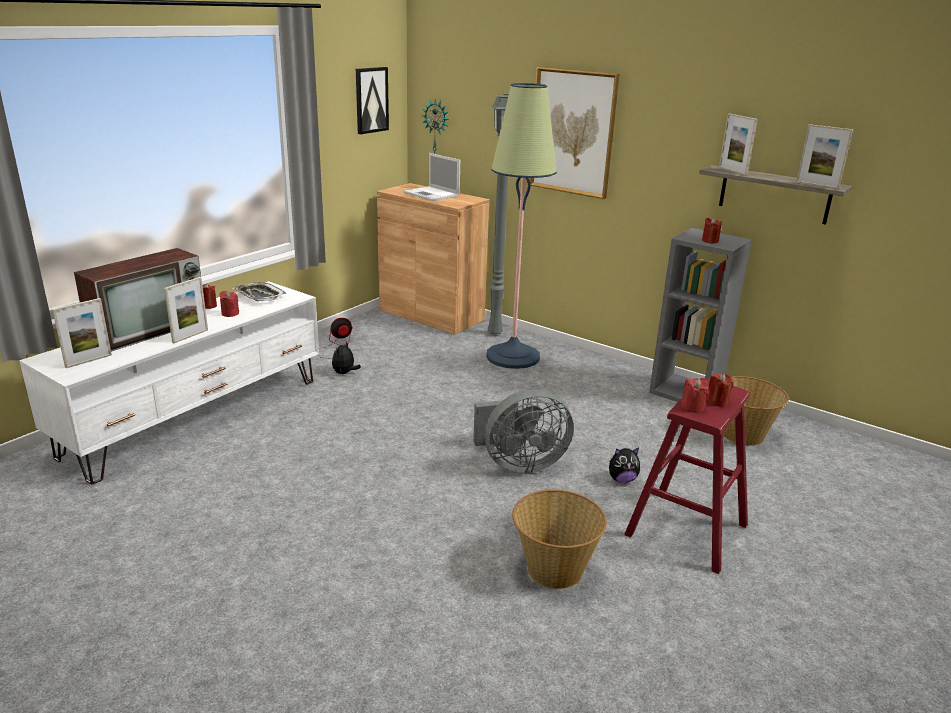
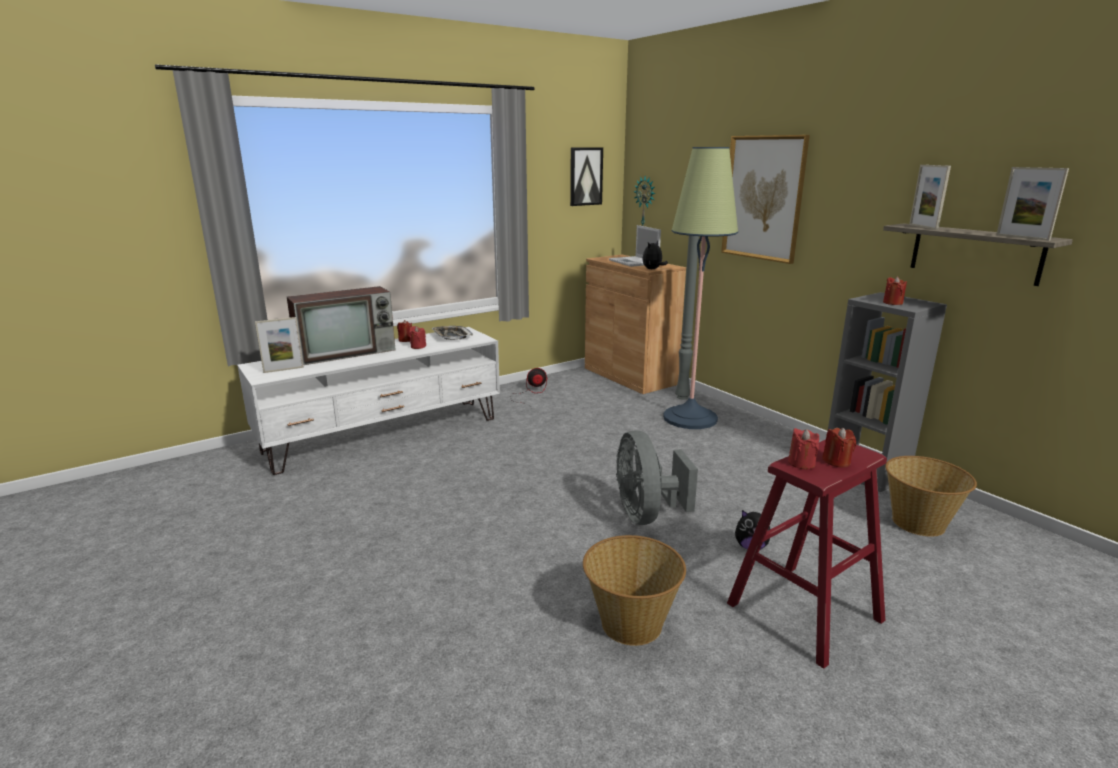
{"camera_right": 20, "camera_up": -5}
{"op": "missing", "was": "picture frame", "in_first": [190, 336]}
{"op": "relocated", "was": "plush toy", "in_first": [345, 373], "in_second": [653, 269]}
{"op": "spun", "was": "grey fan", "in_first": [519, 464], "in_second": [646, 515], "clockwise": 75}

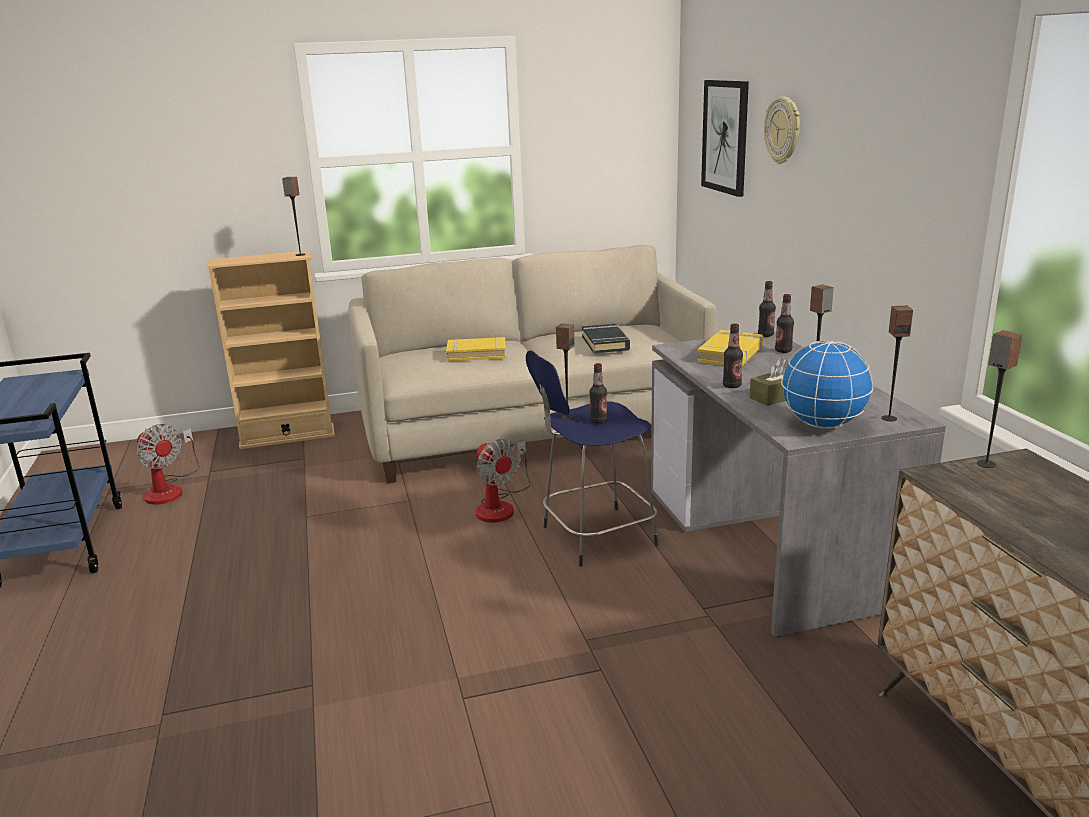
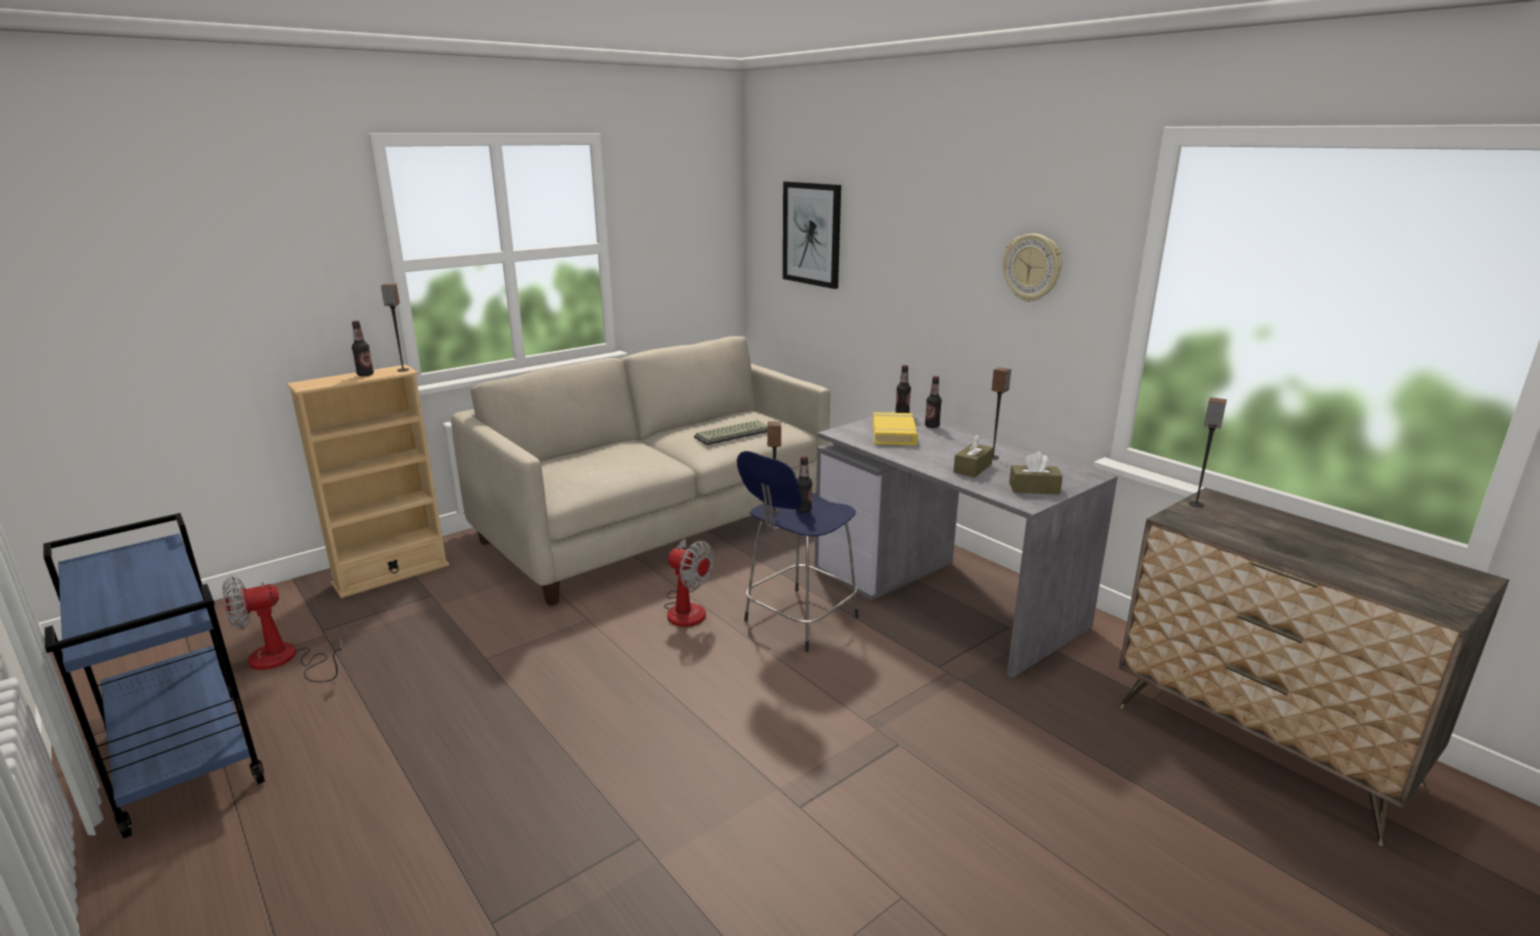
{"camera_right": -25, "camera_up": 0}
{"op": "spun", "was": "fan", "in_first": [169, 489], "in_second": [284, 661], "clockwise": 135}
{"op": "missing", "was": "yellow book", "in_first": [476, 354]}
{"op": "exchanged", "was": "black book", "now": "keyboard", "in_first": [605, 343], "in_second": [733, 433]}
{"op": "relocated", "was": "bottle", "in_first": [732, 386], "in_second": [365, 374]}
{"op": "relocated", "was": "wall clock", "in_first": [783, 130], "in_second": [1032, 267]}
{"op": "exchanged", "was": "globe", "now": "brown tissue box", "in_first": [822, 425], "in_second": [1034, 488]}
{"op": "missing", "was": "speaker", "in_first": [889, 418]}

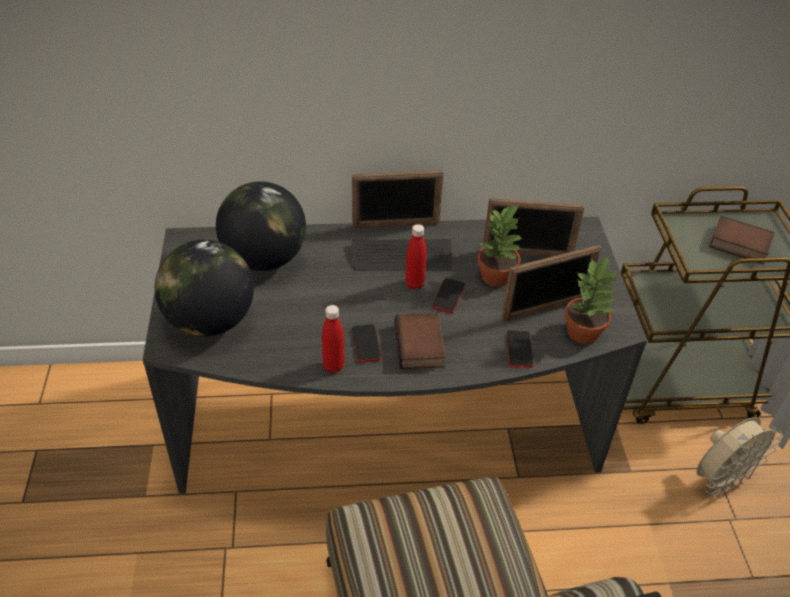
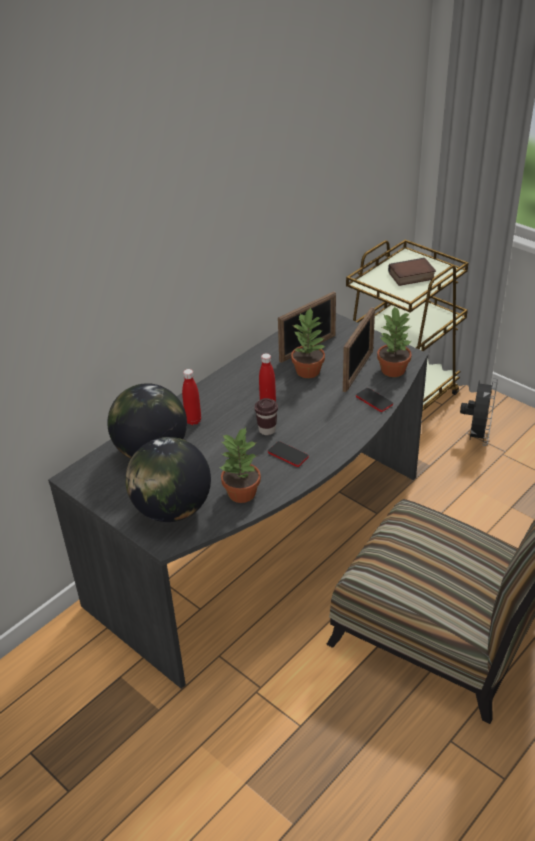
{"camera_right": -40, "camera_up": -5}
{"op": "relocated", "was": "red bottle", "in_first": [333, 366], "in_second": [193, 421]}
{"op": "missing", "was": "picture frame", "in_first": [396, 224]}
{"op": "missing", "was": "keyboard", "in_first": [401, 257]}
{"op": "missing", "was": "book", "in_first": [421, 346]}
{"op": "missing", "was": "phone", "in_first": [448, 296]}
{"op": "colour", "was": "beige fan", "now": "black fan", "in_first": [721, 480], "in_second": [477, 437]}
{"op": "appeared", "now": "potted plant", "in_second": [241, 493]}
{"op": "appeared", "now": "brown cup", "in_second": [267, 430]}

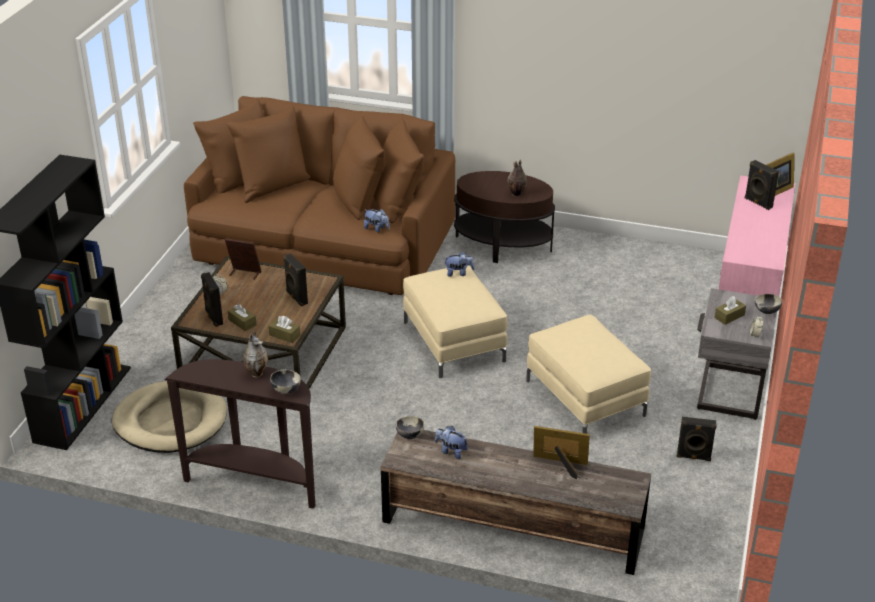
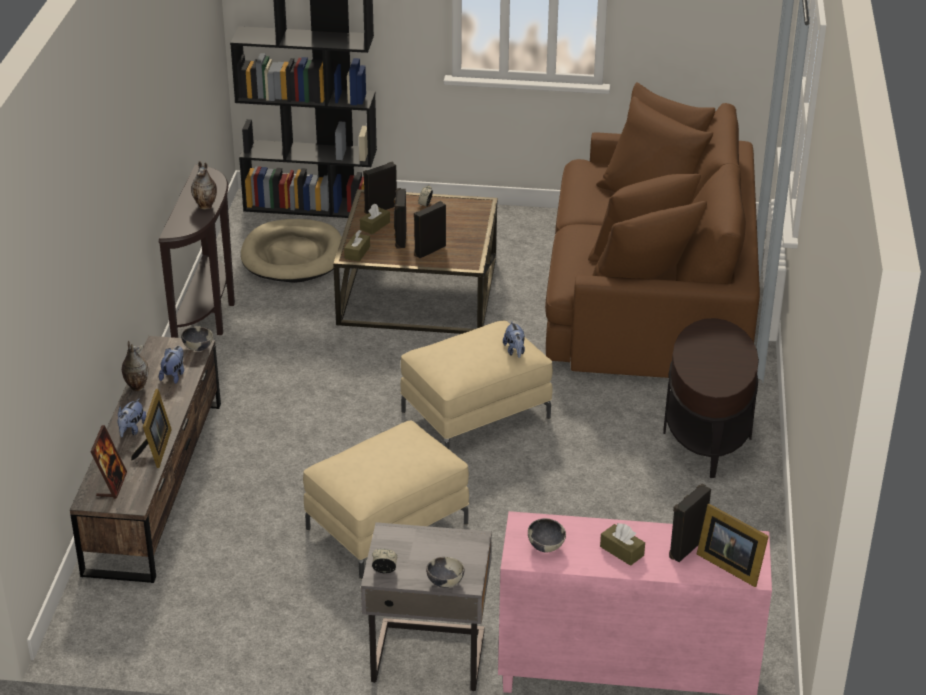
{"camera_right": 80, "camera_up": 0}
{"op": "relocated", "was": "picture frame", "in_first": [245, 273], "in_second": [111, 485]}
{"op": "relocated", "was": "bowl", "in_first": [285, 390], "in_second": [546, 546]}
{"op": "relocated", "was": "plush toy", "in_first": [376, 229], "in_second": [132, 430]}
{"op": "relocated", "was": "vase", "in_first": [516, 194], "in_second": [136, 386]}
{"op": "relocated", "was": "black speaker", "in_first": [693, 457], "in_second": [400, 239]}
{"op": "relocated", "was": "brown tissue box", "in_first": [729, 316], "in_second": [622, 551]}

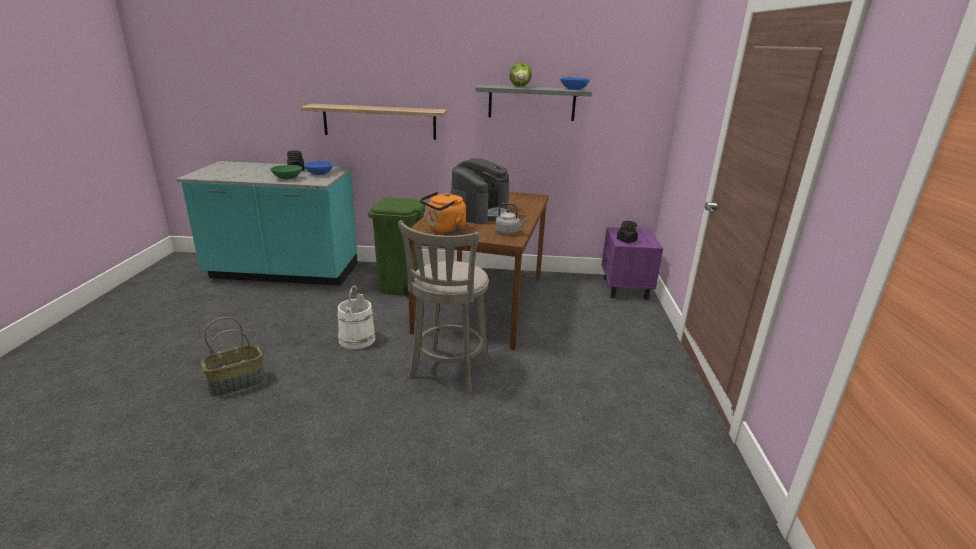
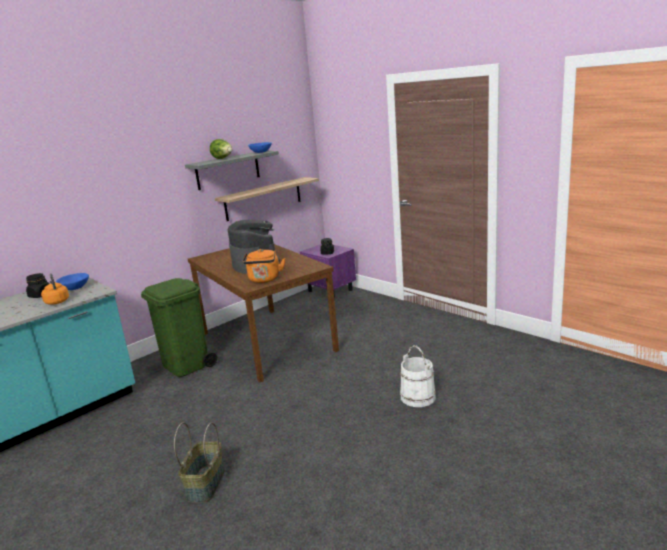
{"camera_right": -45, "camera_up": -5}
{"op": "exchanged", "was": "green bowl", "now": "orange kettle", "in_first": [287, 178], "in_second": [57, 301]}
{"op": "relocated", "was": "shelf", "in_first": [379, 122], "in_second": [263, 198]}
{"op": "relocated", "was": "white bucket", "in_first": [357, 339], "in_second": [418, 397]}
{"op": "missing", "was": "grey stool", "in_first": [448, 372]}
{"op": "missing", "was": "grey kettle", "in_first": [508, 232]}

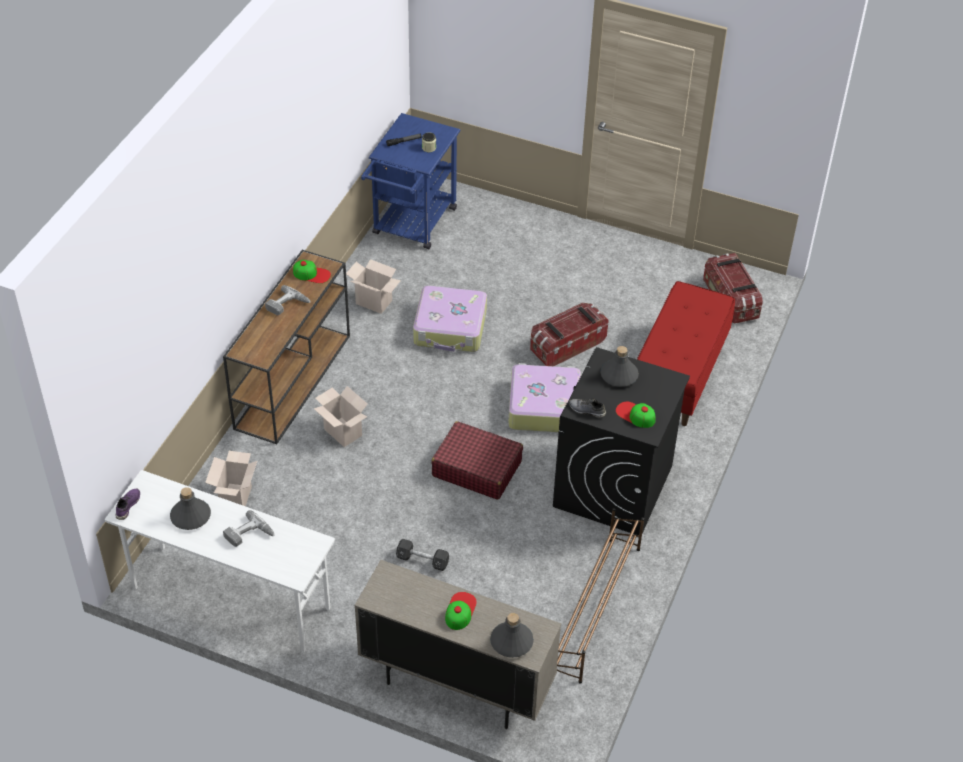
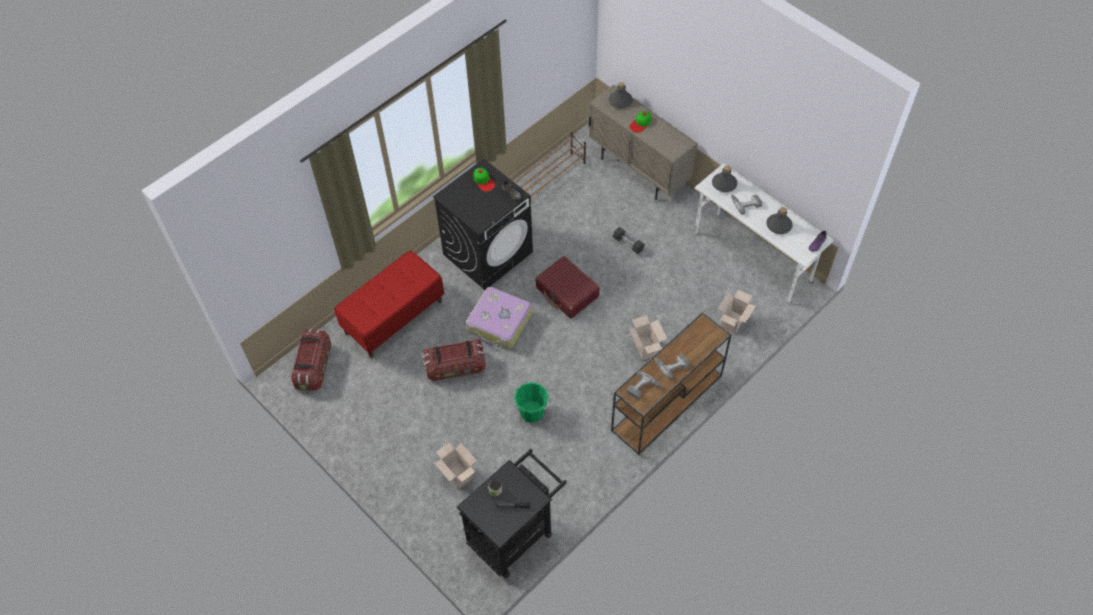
{"camera_right": -155, "camera_up": 10}
{"op": "exchanged", "was": "cap", "now": "power drill", "in_first": [312, 274], "in_second": [643, 389]}
{"op": "relocated", "was": "cardboard box", "in_first": [375, 302], "in_second": [457, 474]}
{"op": "colour", "was": "blue cart", "now": "black cart", "in_first": [411, 226], "in_second": [515, 532]}
{"op": "exchanged", "was": "suitcase", "now": "green bucket", "in_first": [450, 328], "in_second": [532, 412]}
{"op": "relocated", "was": "grey bottle", "in_first": [619, 375], "in_second": [724, 184]}

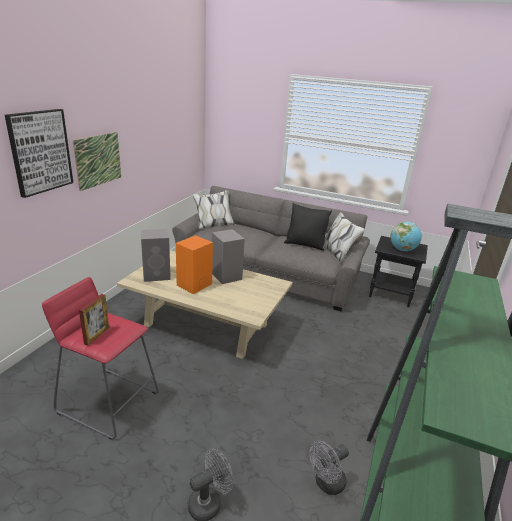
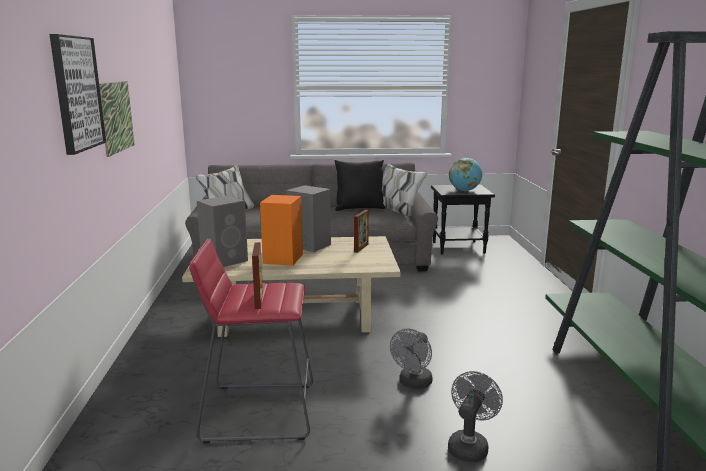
{"camera_right": -25, "camera_up": -10}
{"op": "relocated", "was": "grey fan", "in_first": [326, 484], "in_second": [413, 384]}
{"op": "appeared", "now": "picture frame", "in_second": [361, 248]}

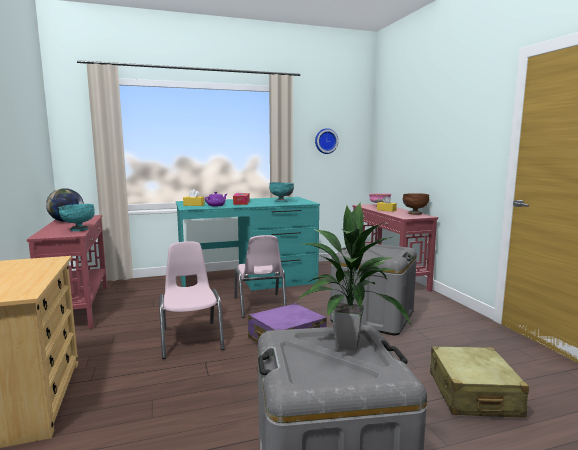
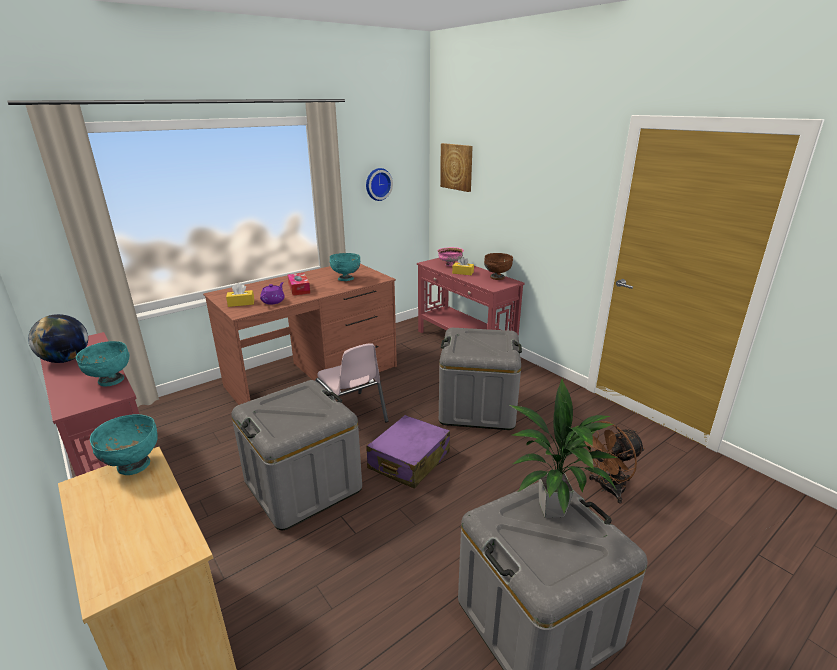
{"camera_right": -20, "camera_up": 15}
{"op": "exchanged", "was": "pink chair", "now": "grey storage box", "in_first": [191, 339], "in_second": [303, 485]}
{"op": "colour", "was": "turquoise desk", "now": "brown desk", "in_first": [248, 281], "in_second": [313, 376]}
{"op": "exchanged", "was": "beige suitcase", "now": "brown fan", "in_first": [473, 394], "in_second": [606, 489]}
{"op": "appeared", "now": "turquoise bowl", "in_second": [133, 466]}
{"op": "appeared", "now": "picture", "in_second": [457, 167]}

